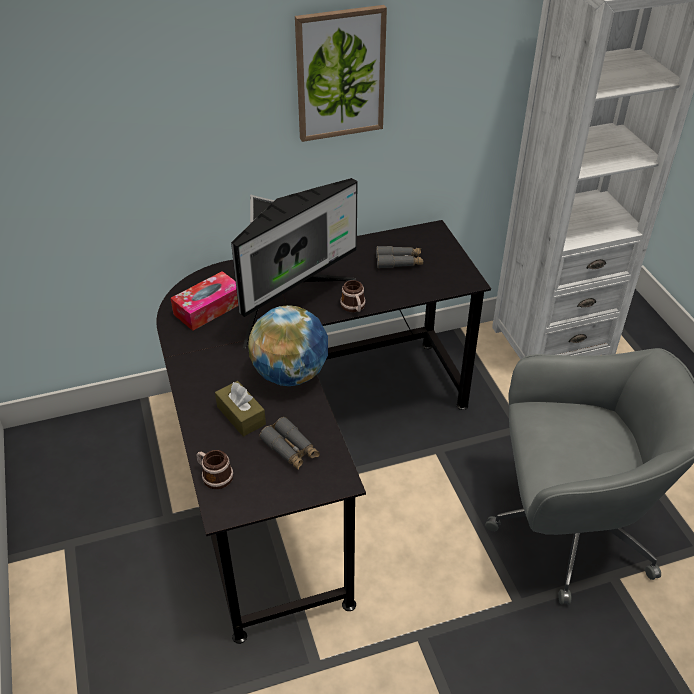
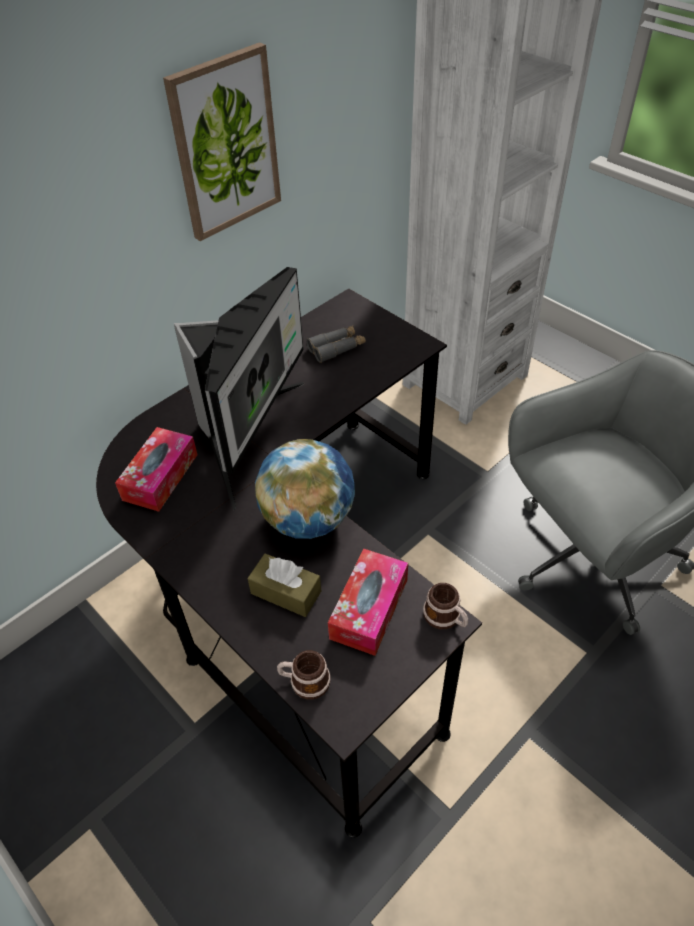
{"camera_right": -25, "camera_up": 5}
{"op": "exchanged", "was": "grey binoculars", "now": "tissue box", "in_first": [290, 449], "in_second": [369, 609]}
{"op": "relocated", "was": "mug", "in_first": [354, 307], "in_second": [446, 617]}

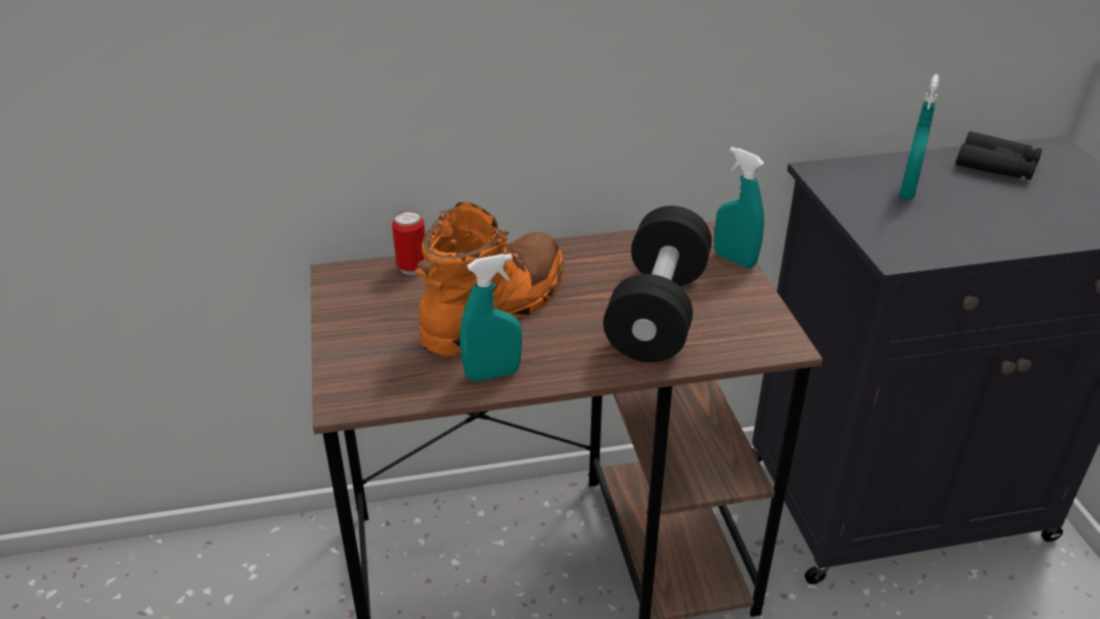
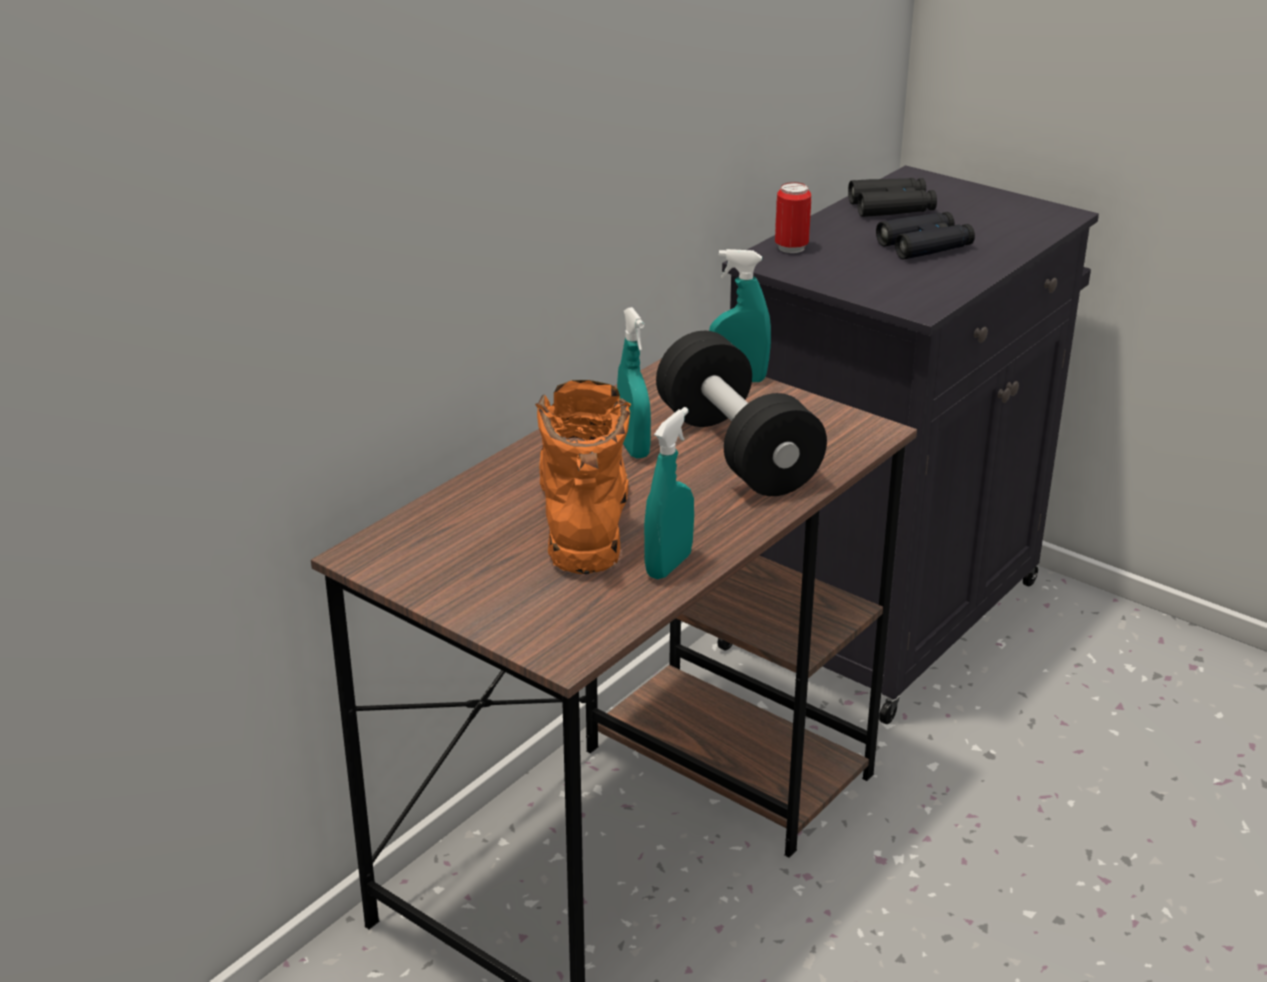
{"camera_right": -40, "camera_up": -5}
{"op": "relocated", "was": "can", "in_first": [412, 268], "in_second": [791, 248]}
{"op": "relocated", "was": "turquoise spray bottle", "in_first": [907, 191], "in_second": [633, 448]}
{"op": "appeared", "now": "black binoculars", "in_second": [924, 245]}

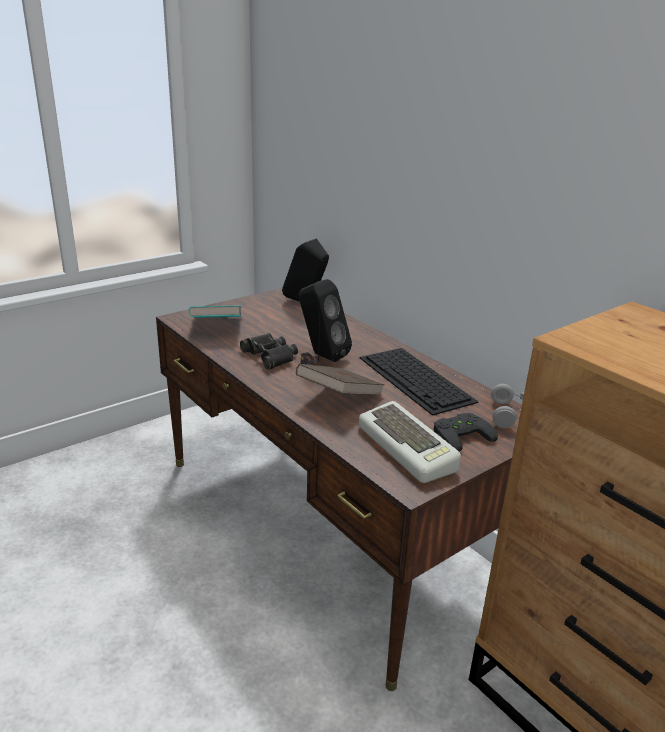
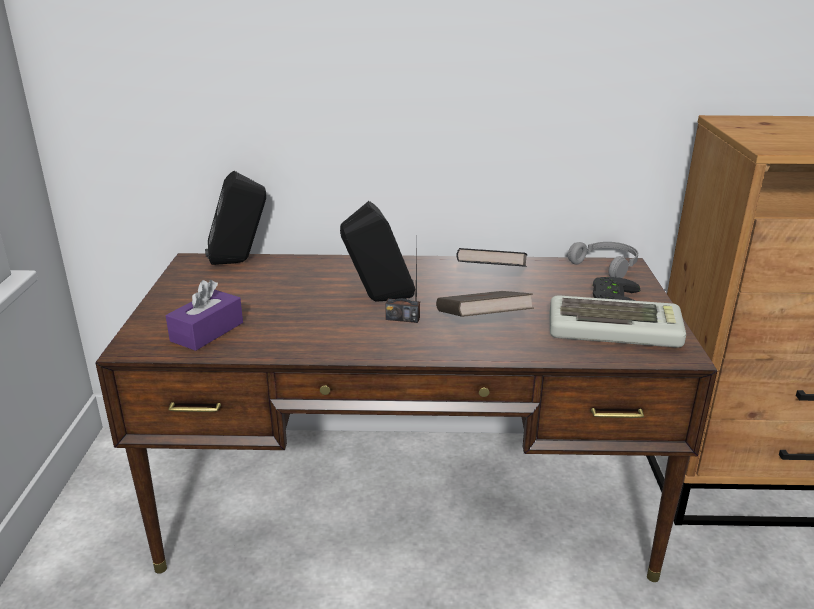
{"camera_right": -50, "camera_up": 0}
{"op": "exchanged", "was": "turquoise book", "now": "purple tissue box", "in_first": [217, 327], "in_second": [207, 332]}
{"op": "missing", "was": "black binoculars", "in_first": [269, 356]}
{"op": "exchanged", "was": "keyboard", "now": "black book", "in_first": [416, 379], "in_second": [492, 278]}

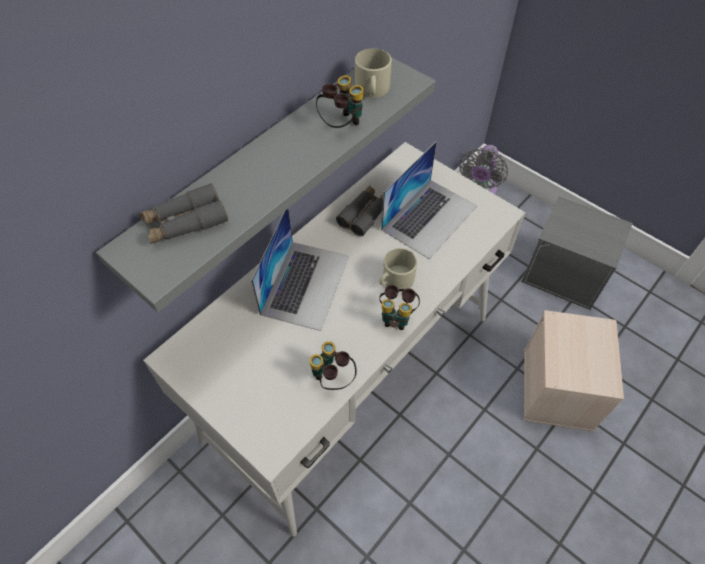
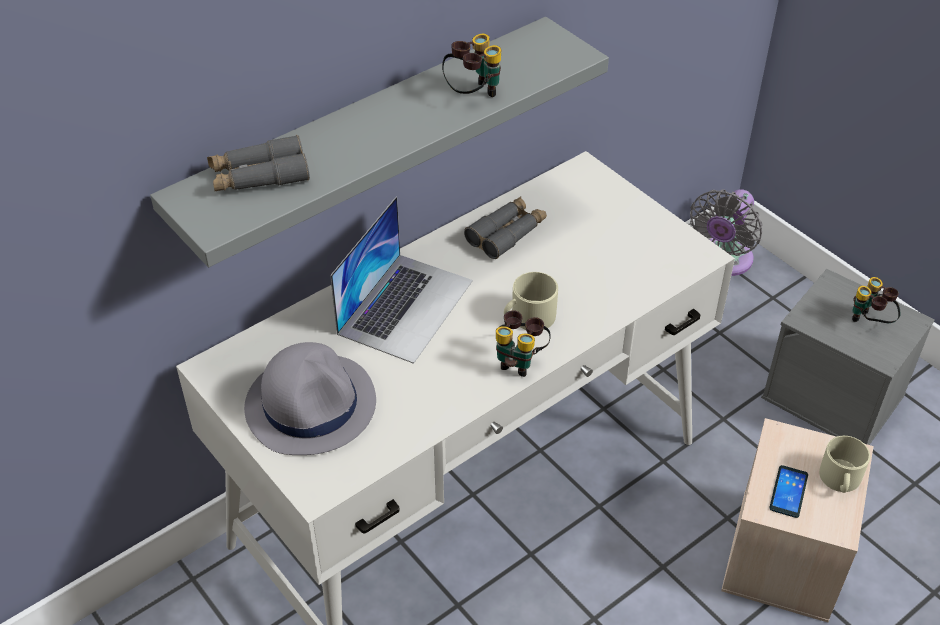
{"camera_right": 10, "camera_up": -10}
{"op": "relocated", "was": "binoculars", "in_first": [332, 379], "in_second": [870, 322]}
{"op": "relocated", "was": "beige mug", "in_first": [372, 89], "in_second": [840, 480]}
{"op": "missing", "was": "laptop", "in_first": [429, 217]}
{"op": "appeared", "now": "grey hat", "in_second": [311, 404]}
{"op": "appeared", "now": "phone", "in_second": [788, 492]}

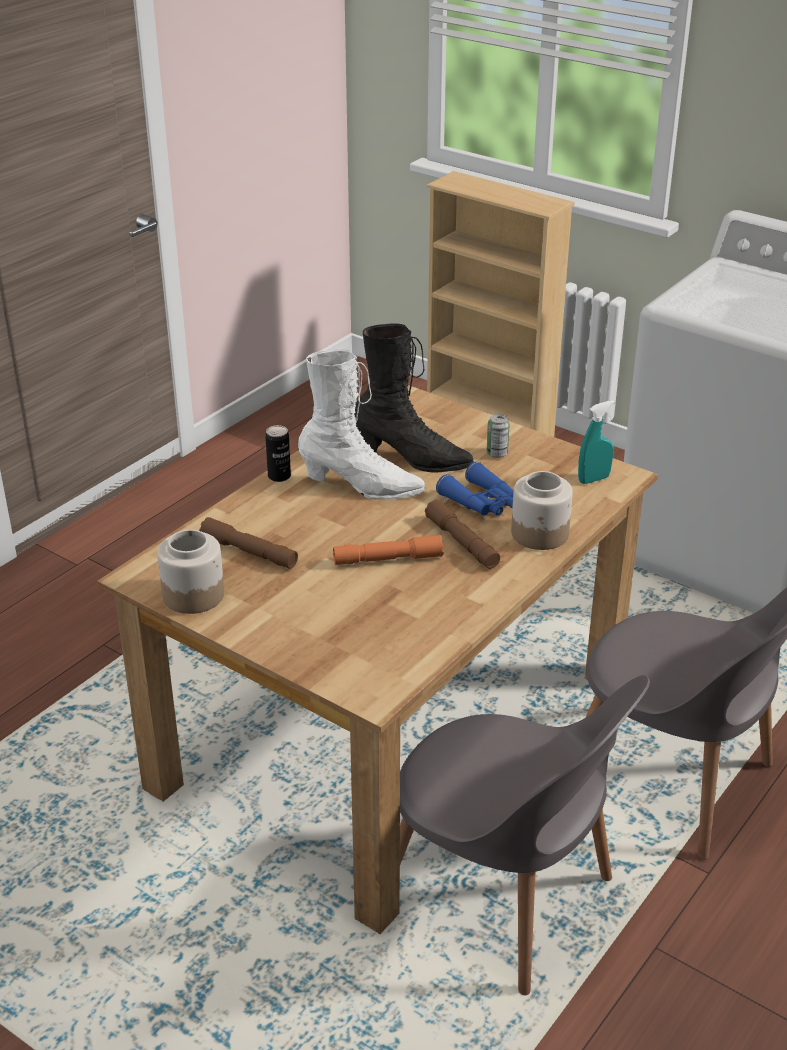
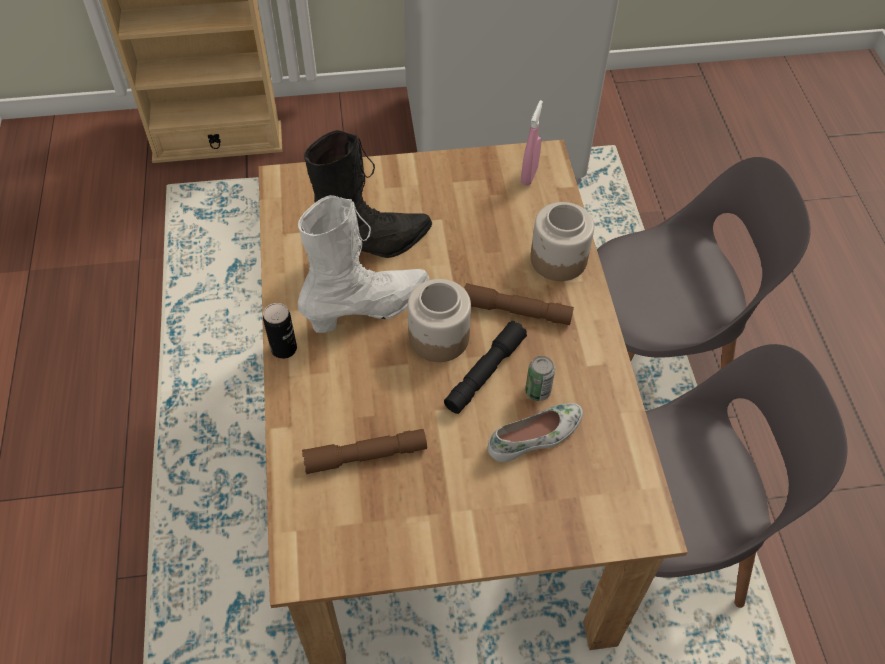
{"camera_right": -45, "camera_up": 20}
{"op": "relocated", "was": "jar", "in_first": [193, 595], "in_second": [438, 337]}
{"op": "colour", "was": "orange flashlight", "now": "black flashlight", "in_first": [388, 559], "in_second": [485, 373]}
{"op": "missing", "was": "blue binoculars", "in_first": [482, 502]}
{"op": "relocated", "was": "can", "in_first": [497, 453], "in_second": [537, 391]}
{"op": "colour", "was": "turquoise spray bottle", "now": "pink spray bottle", "in_first": [593, 479], "in_second": [529, 175]}
{"op": "appeared", "now": "white shoe", "in_second": [536, 437]}

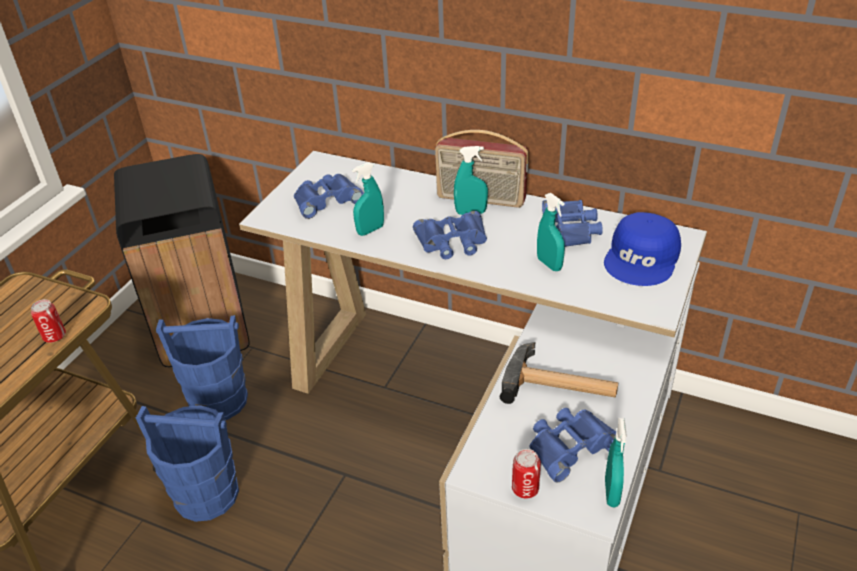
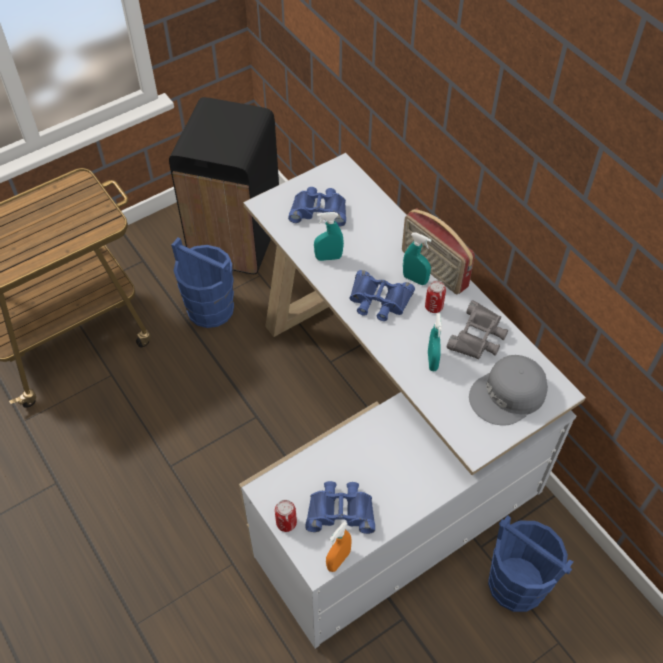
{"camera_right": 30, "camera_up": 15}
{"op": "relocated", "was": "can", "in_first": [54, 336], "in_second": [433, 306]}
{"op": "relocated", "was": "blue bucket", "in_first": [207, 494], "in_second": [517, 584]}
{"op": "missing", "was": "hammer", "in_first": [560, 385]}
{"op": "colour", "was": "blue binoculars", "now": "grey binoculars", "in_first": [571, 228], "in_second": [478, 336]}
{"op": "colour", "was": "blue cap", "now": "grey cap", "in_first": [643, 258], "in_second": [508, 395]}
{"op": "colour", "was": "turquoise spray bottle", "now": "orange spray bottle", "in_first": [611, 492], "in_second": [338, 560]}

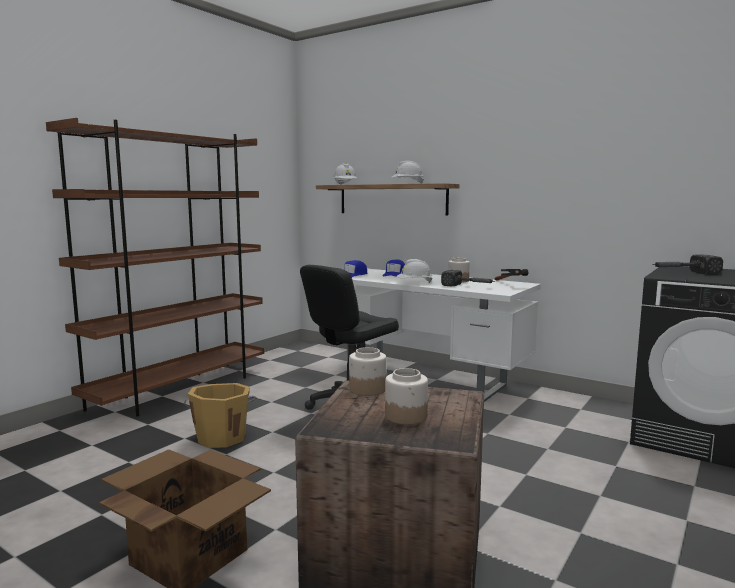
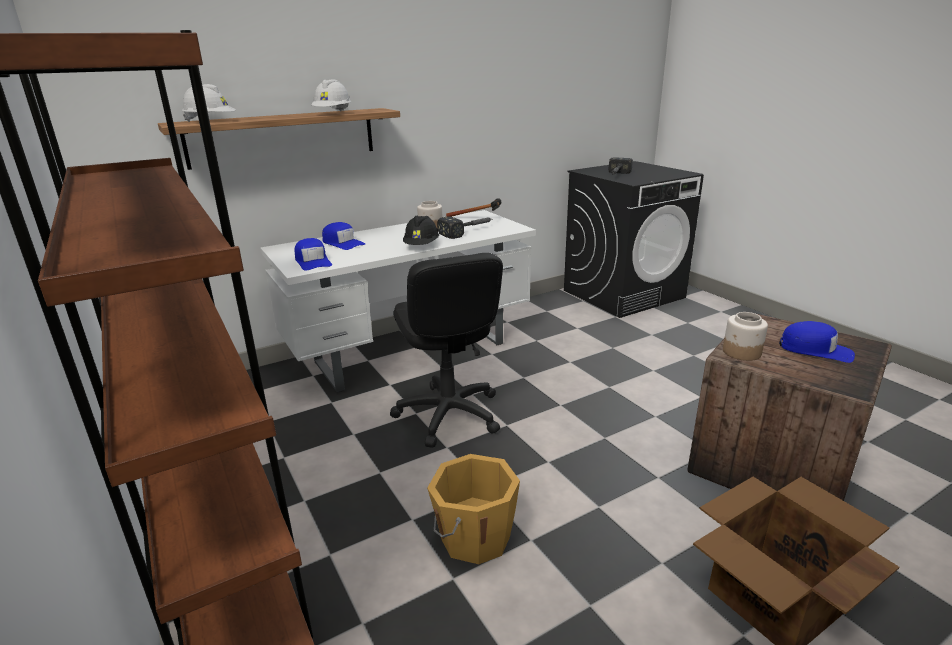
{"camera_right": -65, "camera_up": 15}
{"op": "exchanged", "was": "jar", "now": "blue cap", "in_first": [406, 416], "in_second": [815, 350]}
{"op": "colour", "was": "white hard hat", "now": "black hard hat", "in_first": [414, 283], "in_second": [421, 246]}

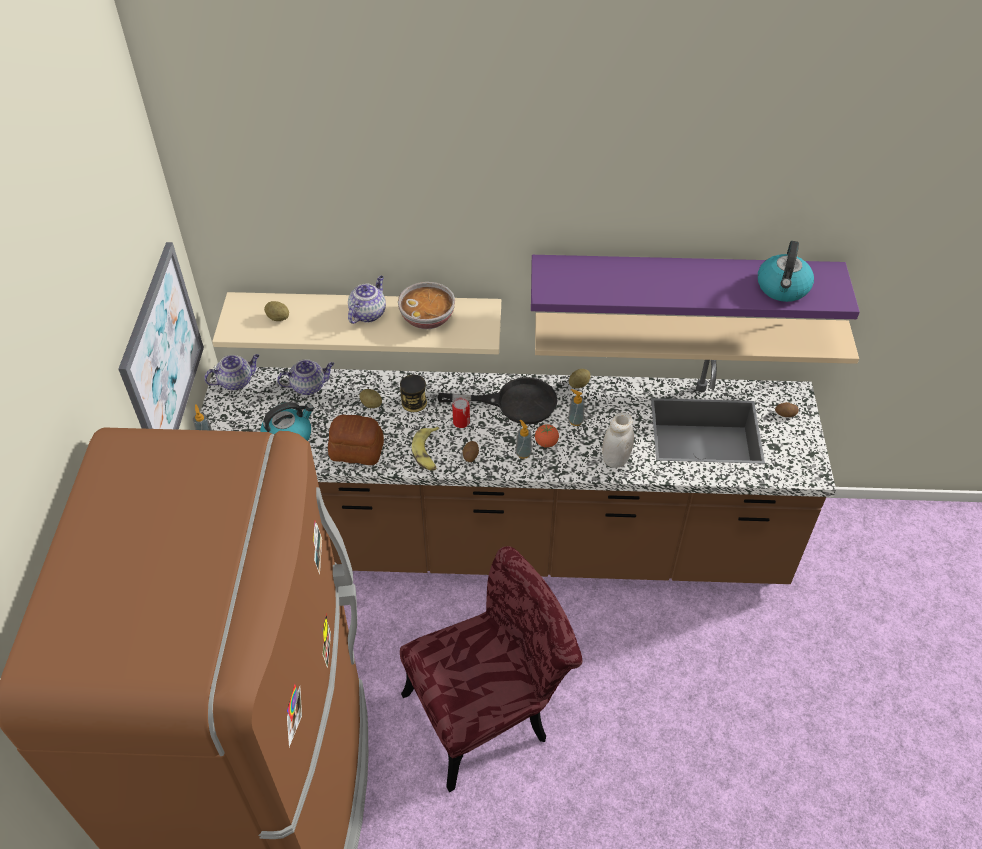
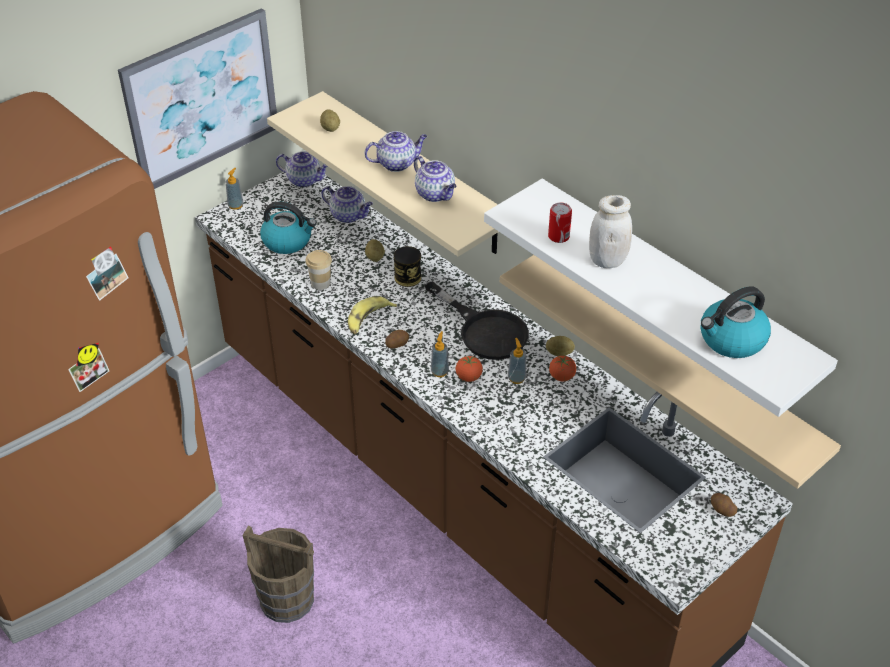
{"camera_right": 45, "camera_up": -5}
{"op": "exchanged", "was": "bread", "now": "cup", "in_first": [357, 451], "in_second": [320, 283]}
{"op": "exchanged", "was": "bowl", "now": "teapot", "in_first": [428, 318], "in_second": [436, 194]}
{"op": "exchanged", "was": "red chair", "now": "brown bucket", "in_first": [489, 711], "in_second": [287, 599]}
{"op": "relocated", "was": "can", "in_first": [461, 422], "in_second": [558, 236]}
{"op": "colour", "was": "purple shelf", "now": "white shelf", "in_first": [683, 281], "in_second": [673, 288]}
{"op": "relocated", "was": "white jar", "in_first": [615, 459], "in_second": [607, 260]}
{"op": "appeared", "now": "tomato", "in_second": [561, 377]}

